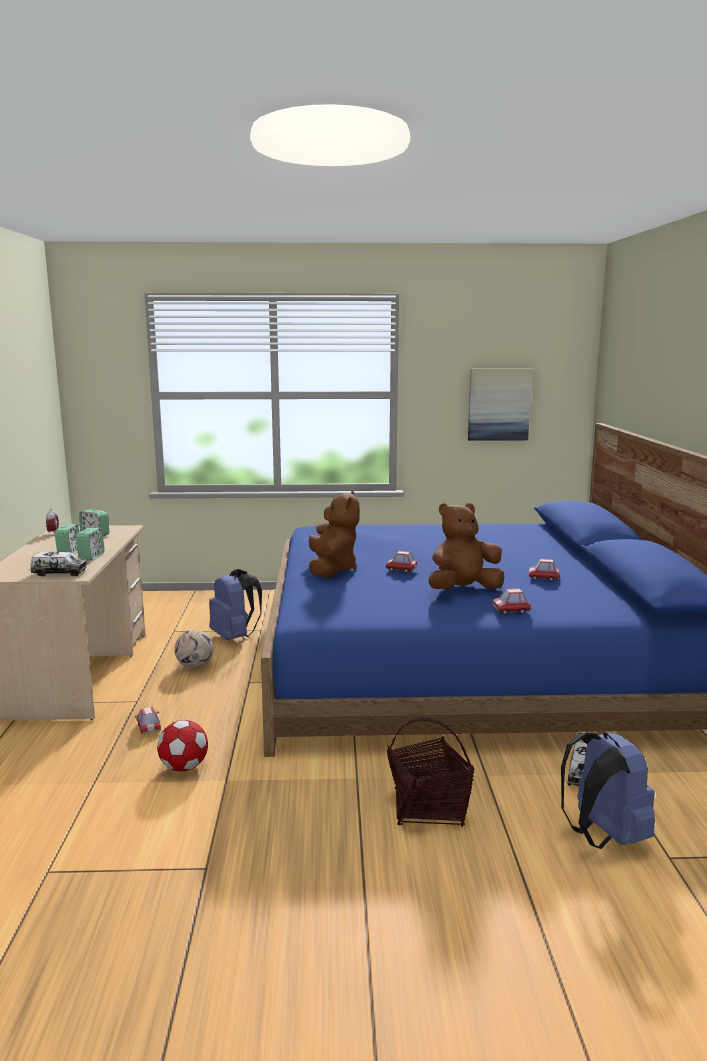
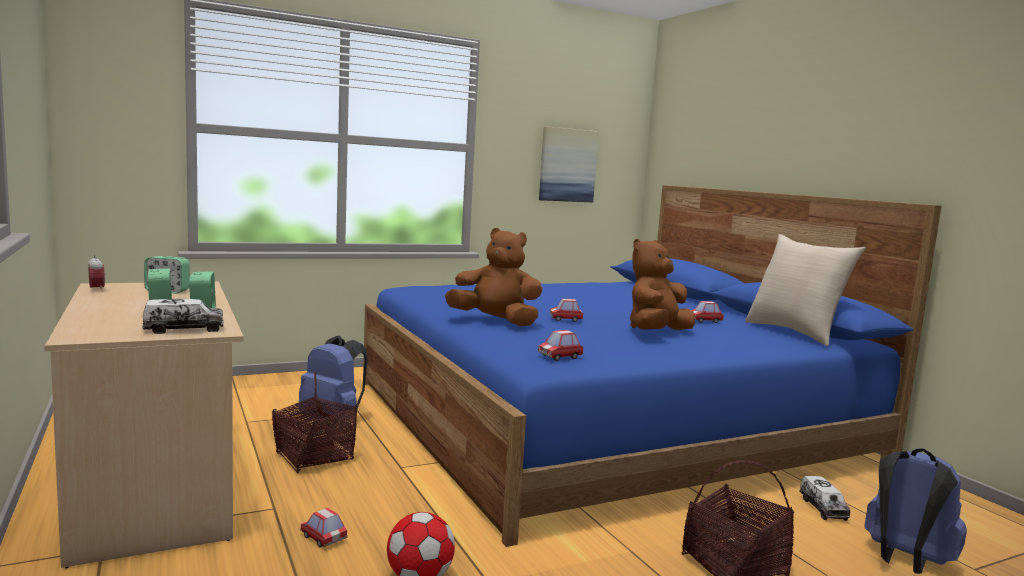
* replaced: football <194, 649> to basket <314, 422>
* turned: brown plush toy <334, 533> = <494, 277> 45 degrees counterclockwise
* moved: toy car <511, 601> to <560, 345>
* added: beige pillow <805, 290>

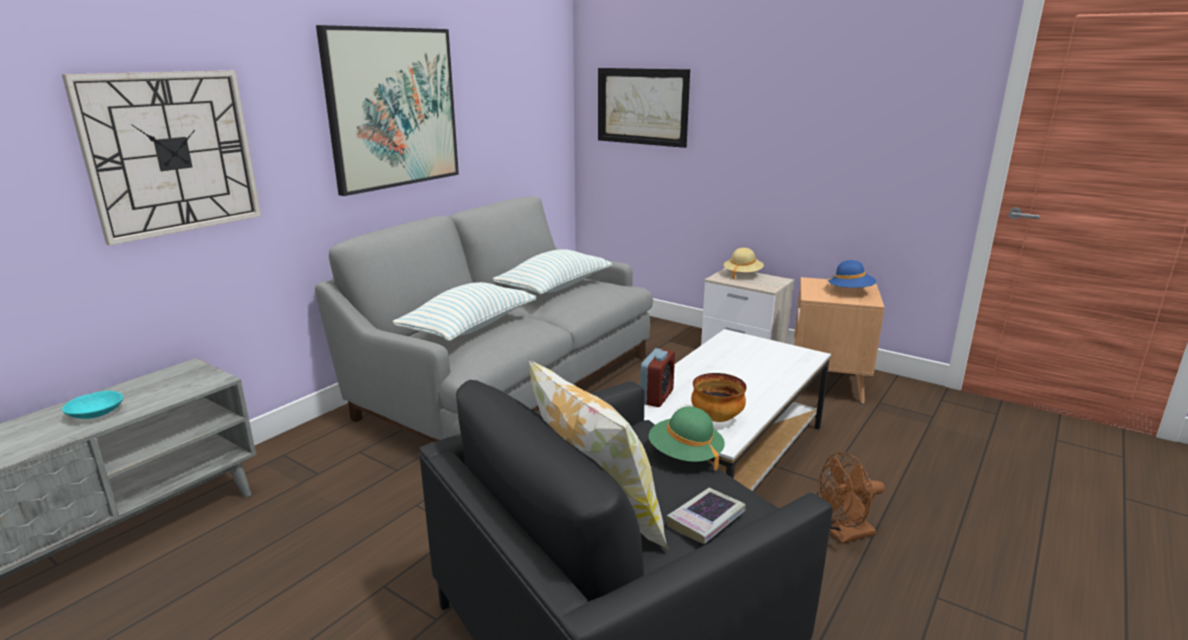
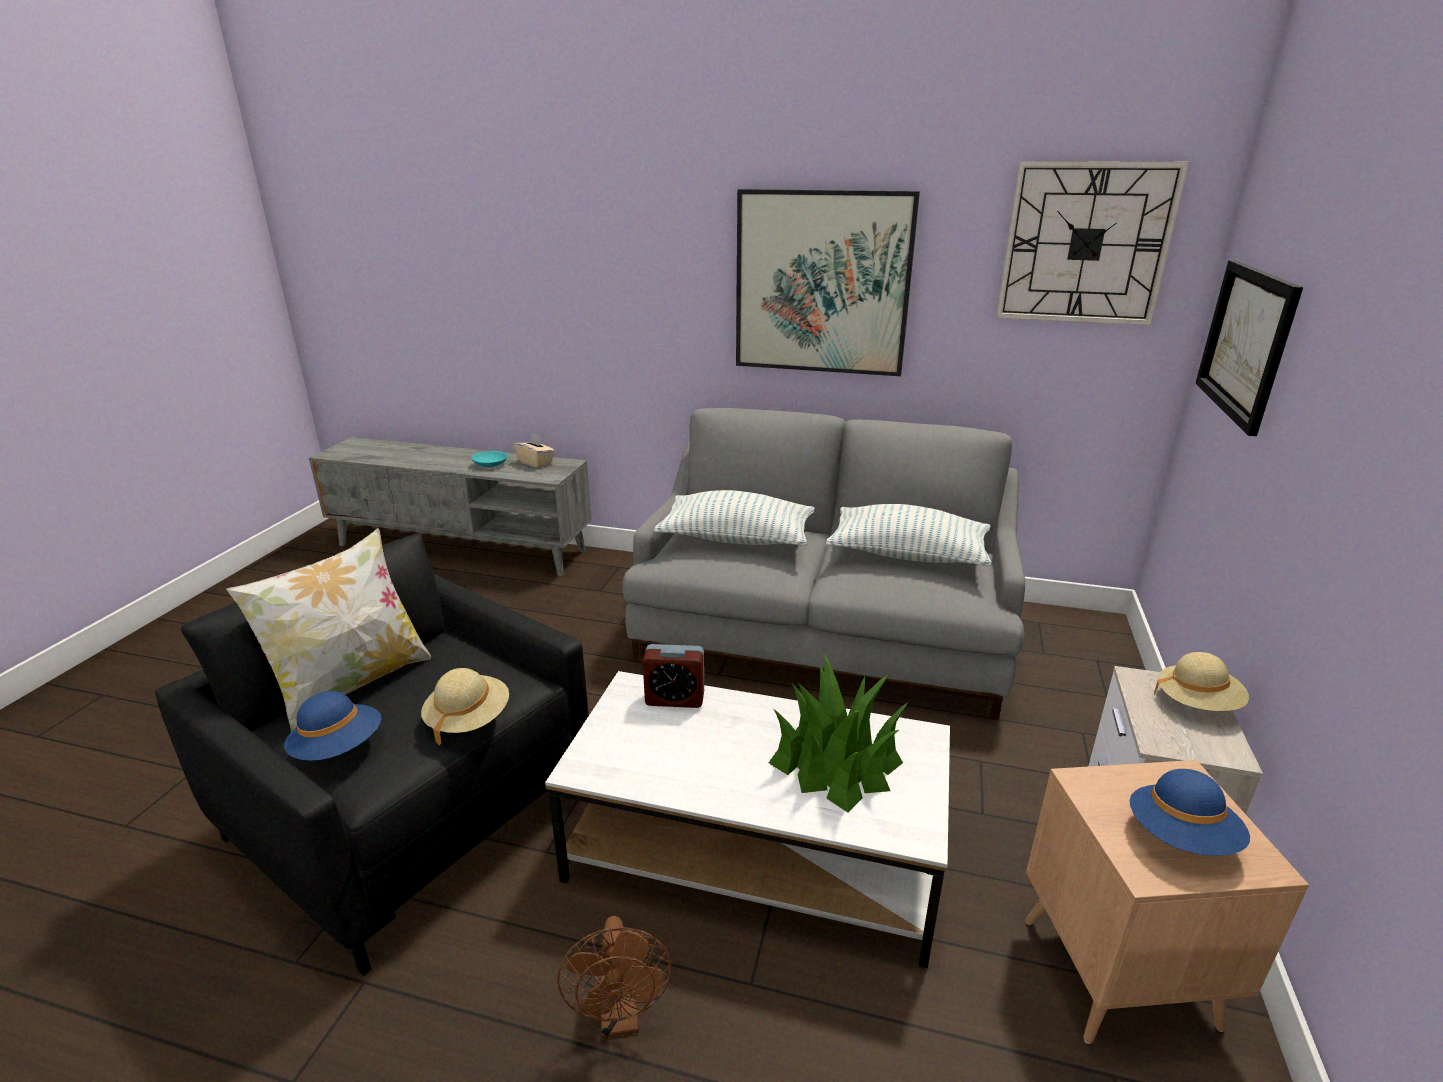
* replaced: book <706, 516> to blue hat <333, 726>
* recoloured: green hat <687, 438> to beige hat <465, 707>
* added: beige tissue box <534, 451>
* turned: brown fan <851, 498> = <614, 976> 150 degrees counterclockwise
* added: potted plant <838, 732>
* moved: wall clock <161, 158> to <1092, 243>
* removed: bowl <719, 397>

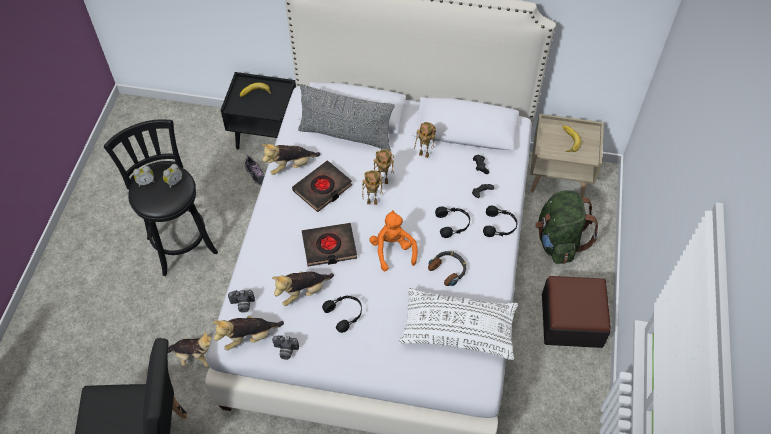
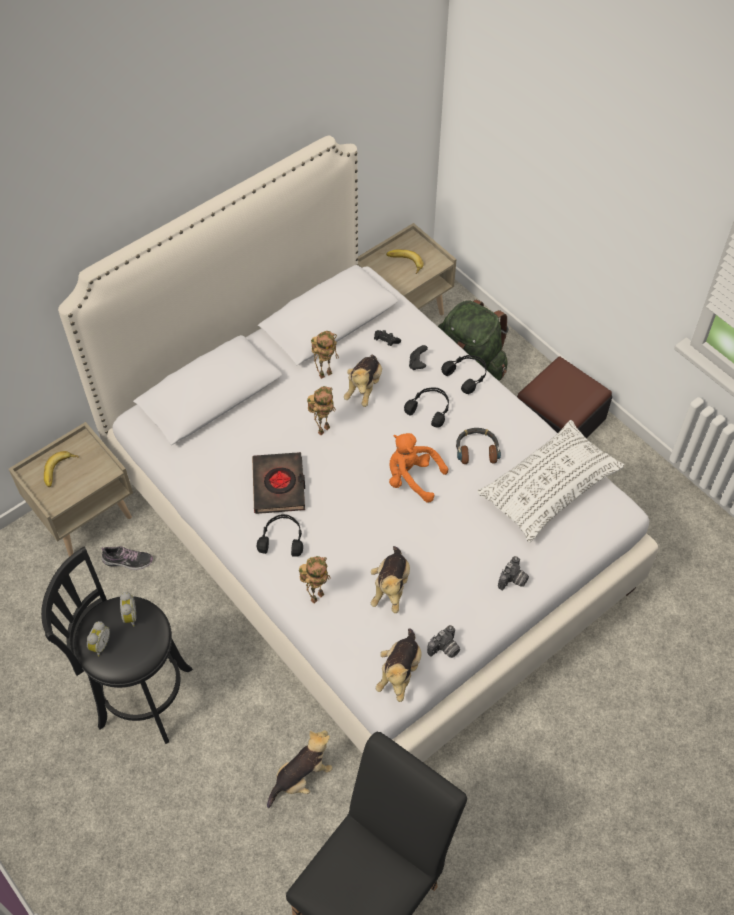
* recoloured: black nightstand <258, 110> to beige nightstand <71, 489>
* moved: black headphones <342, 314> to <280, 535>
* moved: toy robot <372, 187> to <315, 580>
* moved: plush toy <291, 159> to <363, 381>
* moved: photo camera <241, 301> to <513, 573>
* removed: grey pillow <346, 117>
* removed: black book <329, 245>

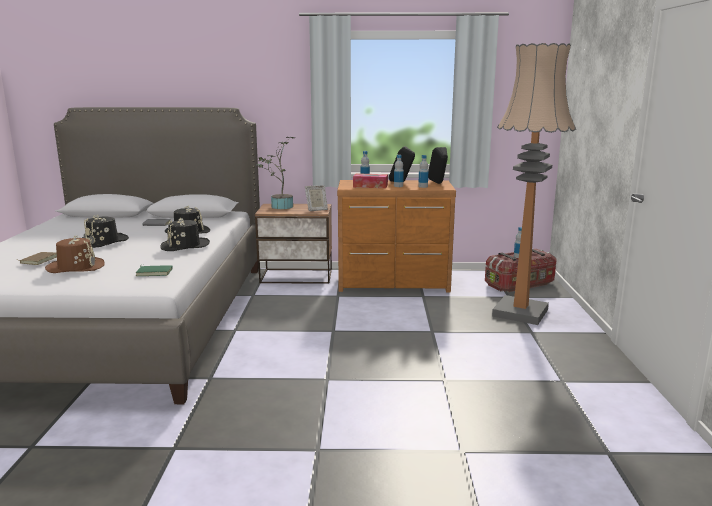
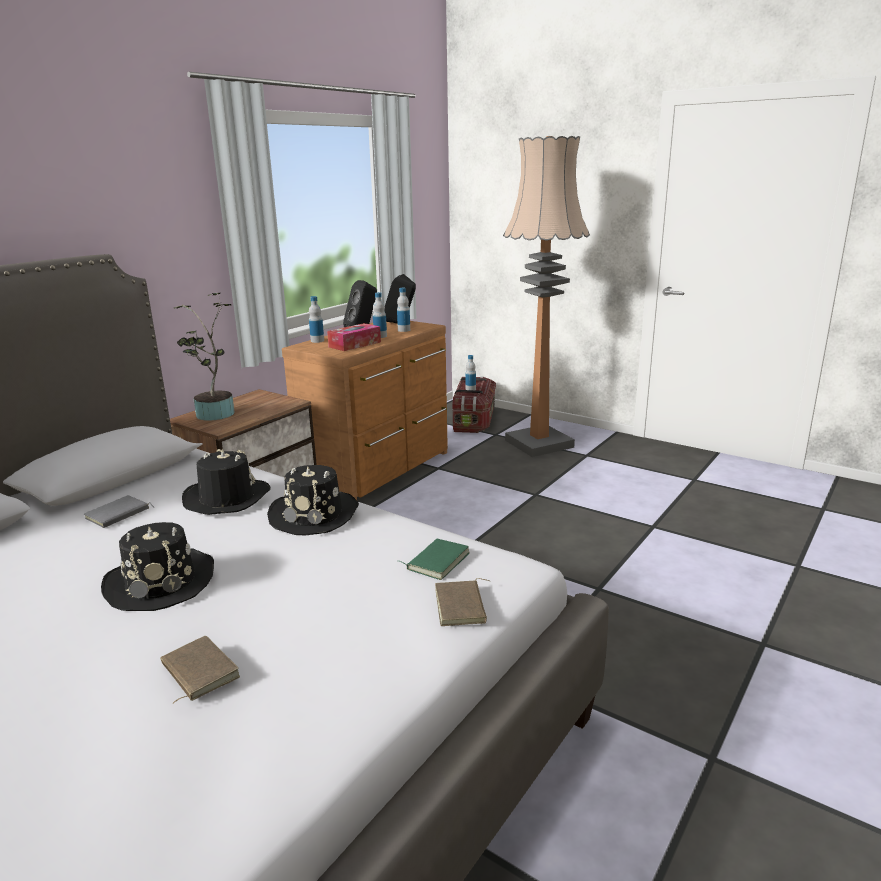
* added: brown book <463, 602>
* removed: brown hat <75, 254>
* removed: picture frame <316, 198>

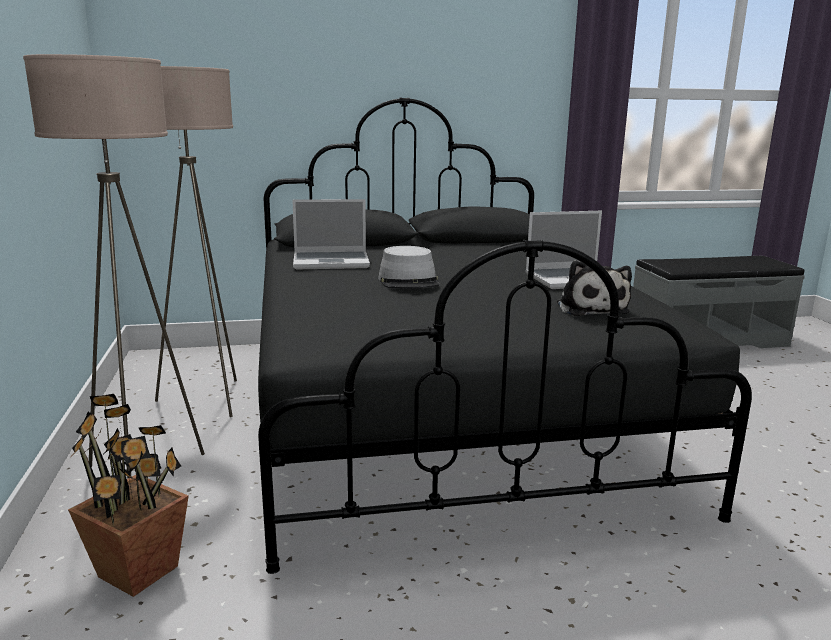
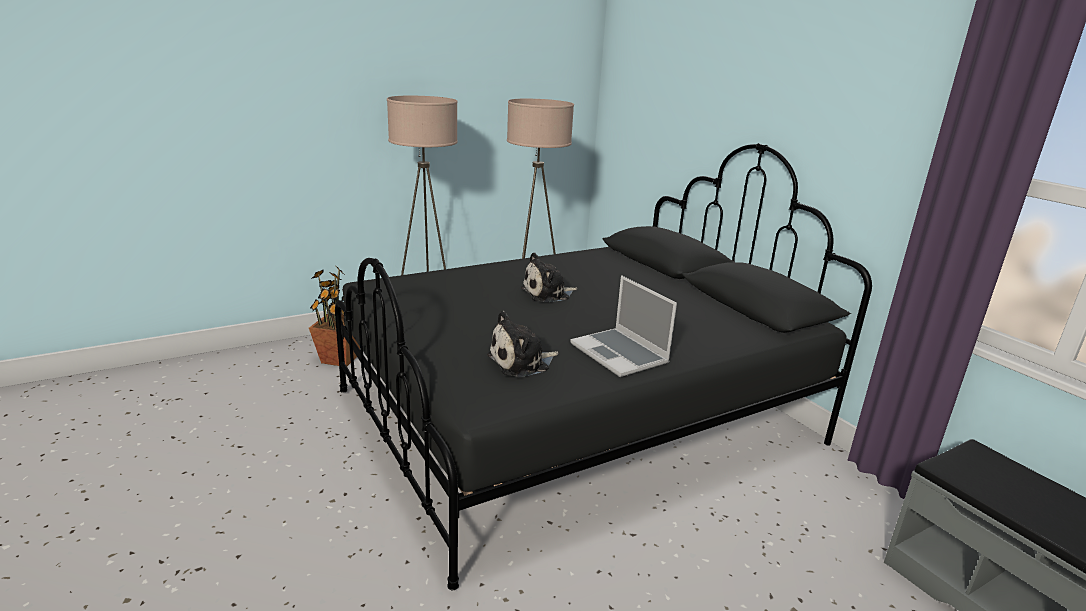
* replaced: grey hat <409, 267> to plush toy <549, 277>
* removed: laptop <331, 234>

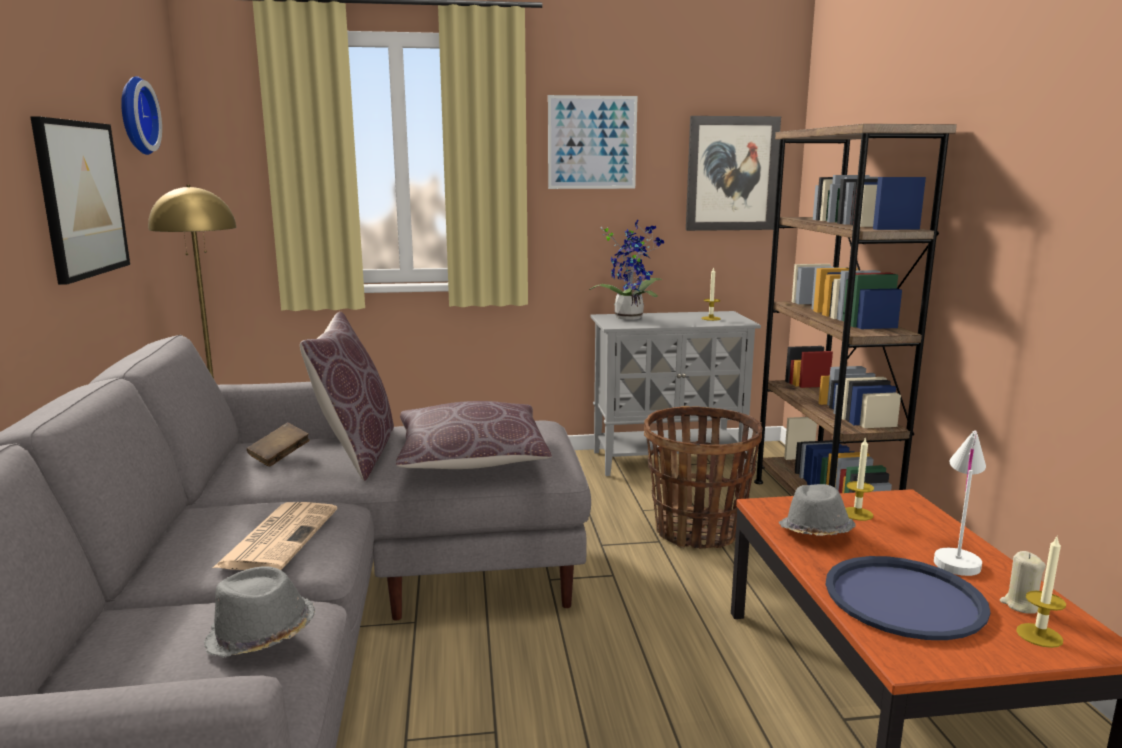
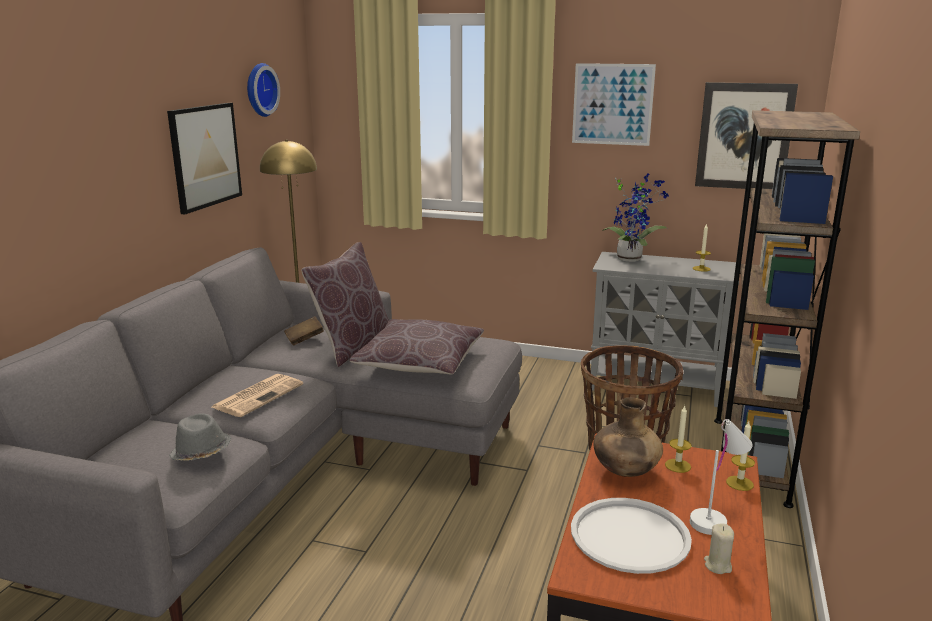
* recoloured: blue tray <908, 598> to white tray <631, 536>
* replaced: grey hat <817, 510> to brown vase <628, 437>
* moved: candle <1041, 592> to <740, 456>

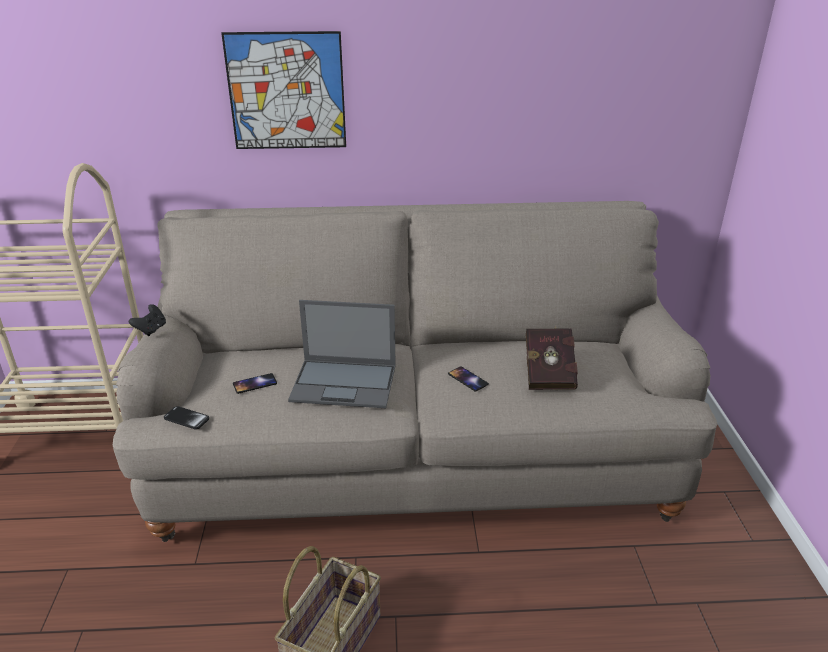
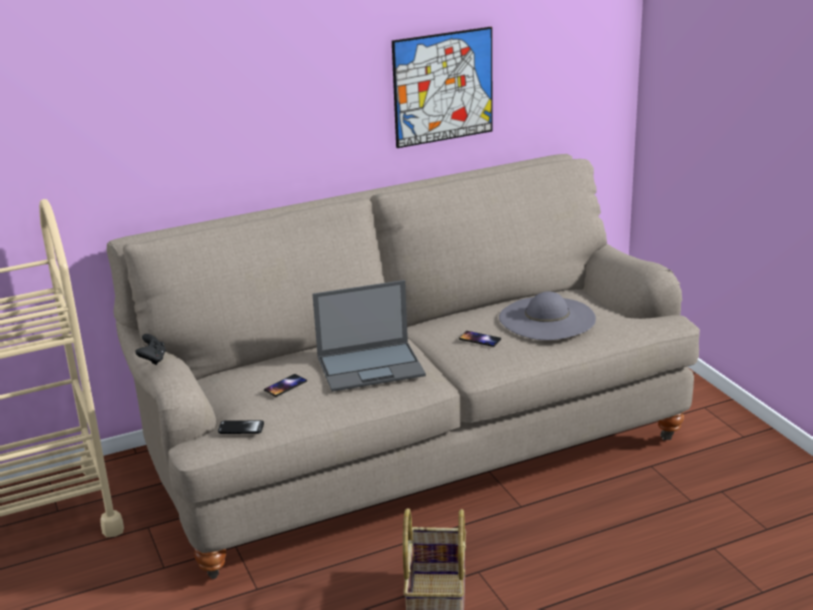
* moved: picture <283, 90> to <442, 87>
* replaced: red book <552, 358> to grey hat <547, 315>

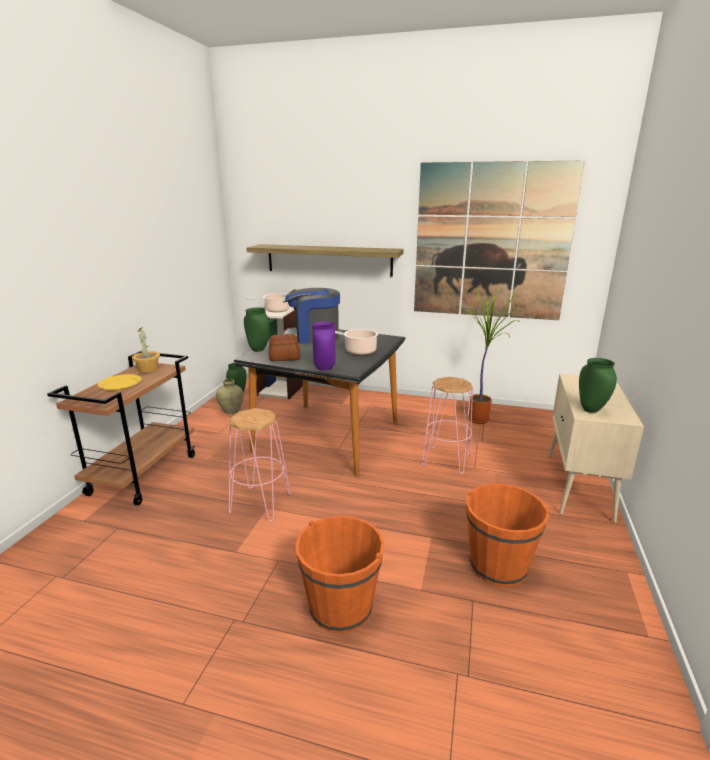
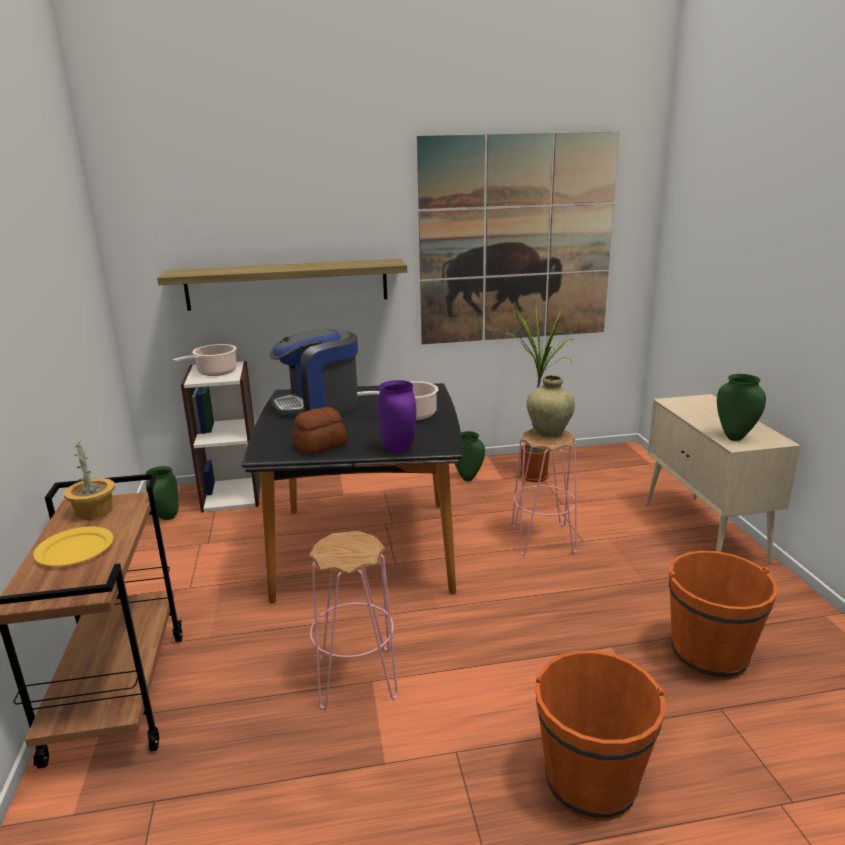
* moved: green vase <257, 330> to <469, 456>
* moved: beige vase <230, 396> to <551, 406>

